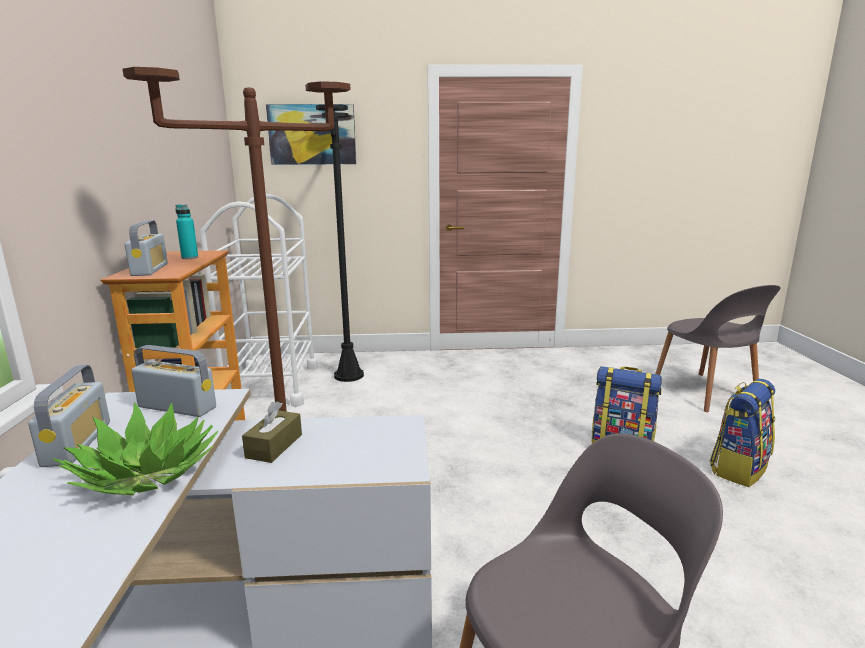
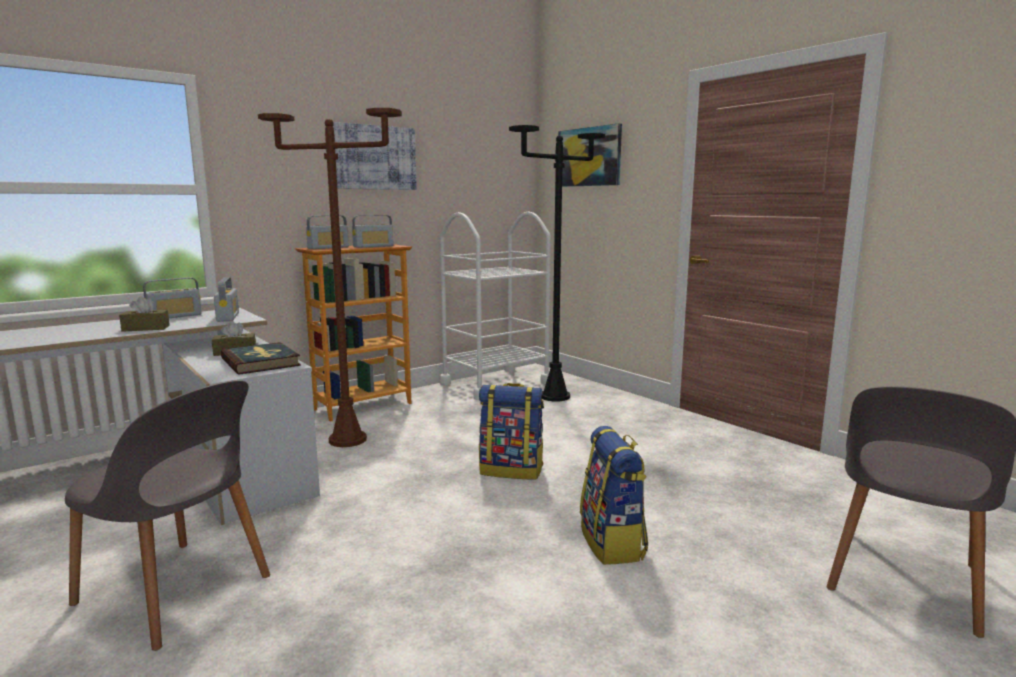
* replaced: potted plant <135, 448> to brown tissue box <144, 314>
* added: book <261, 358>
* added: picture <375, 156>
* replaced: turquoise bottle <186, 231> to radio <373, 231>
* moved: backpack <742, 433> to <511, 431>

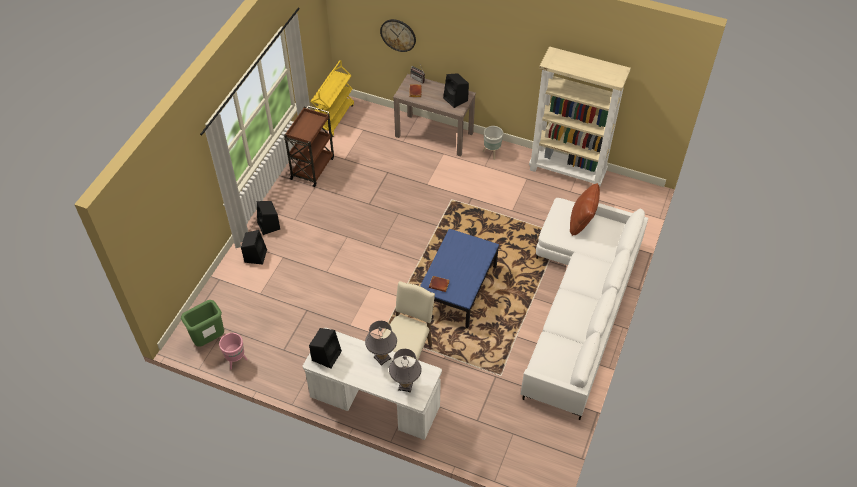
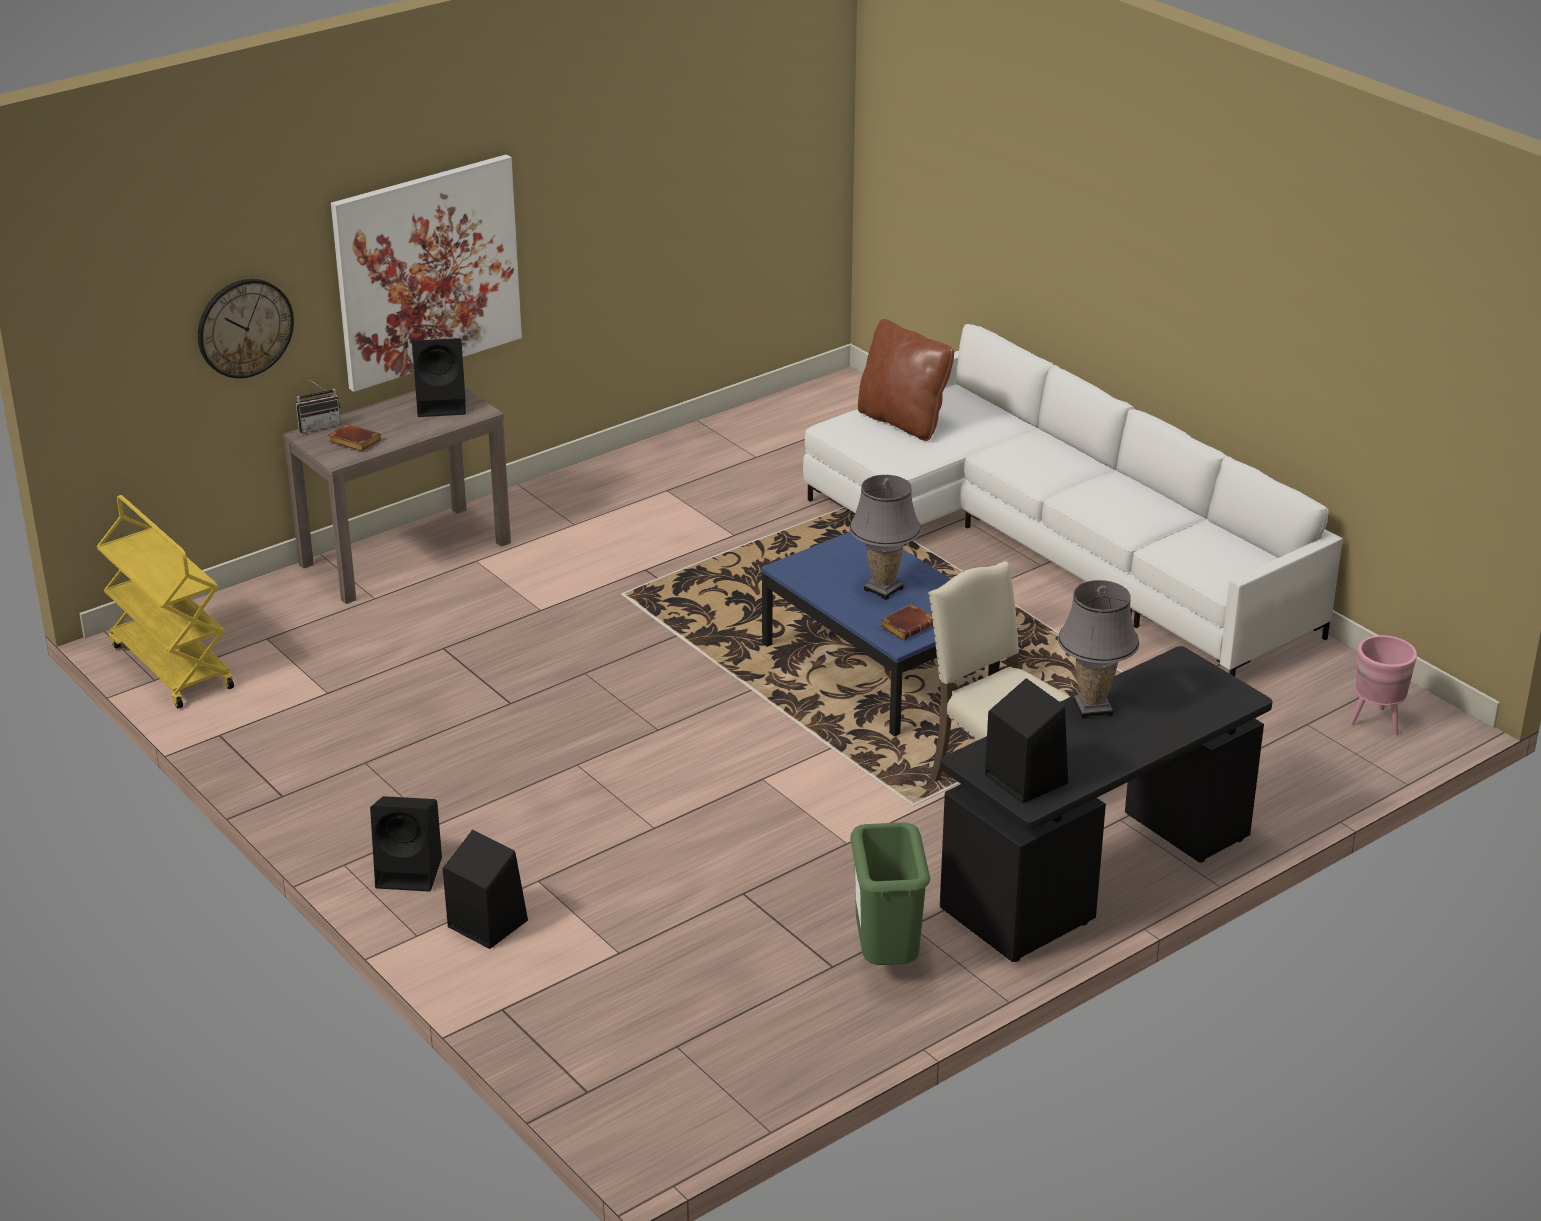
* added: picture <426, 273>
* moved: grey table lamp <405, 371> to <885, 537>
* moved: green trash can <202, 323> to <890, 893>
* recoloured: white desk <372, 384> to black desk <1106, 804>
* moved: pink planter <233, 351> to <1383, 685>
* removed: brown cart <309, 146>
* removed: grey planter <493, 143>
* removed: beige bookcase <580, 117>

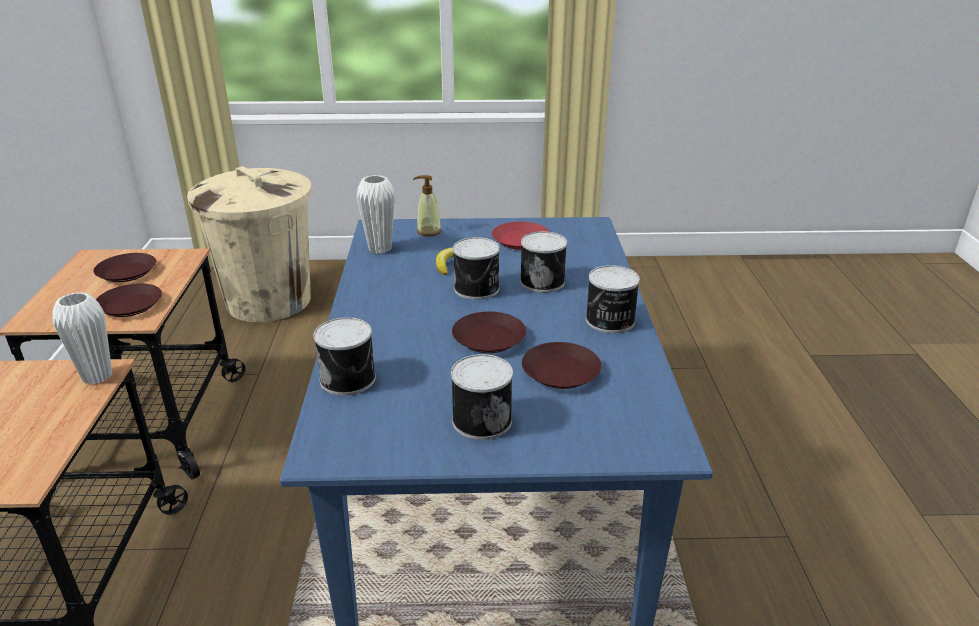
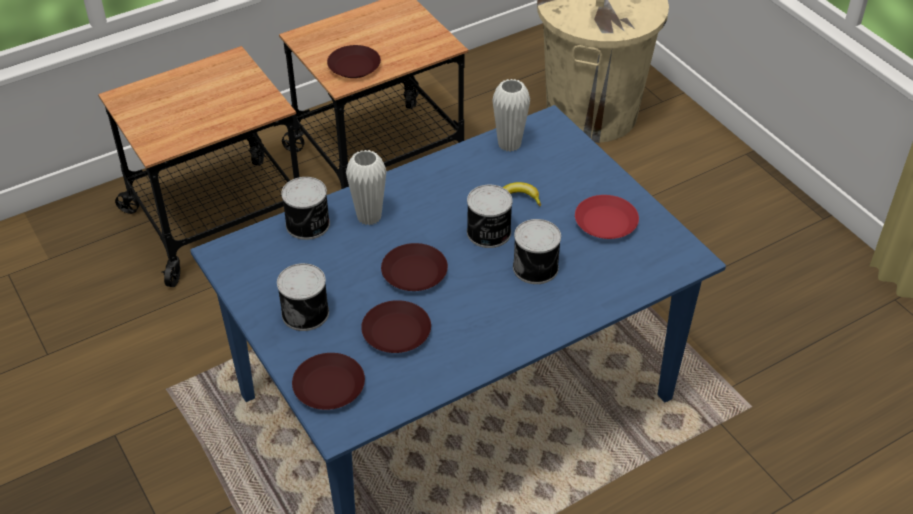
* moved: brown plate <124, 267> to <328, 381>
* moved: white vase <82, 338> to <366, 187>
* removed: soap dispenser <427, 205>
* removed: can <613, 299>

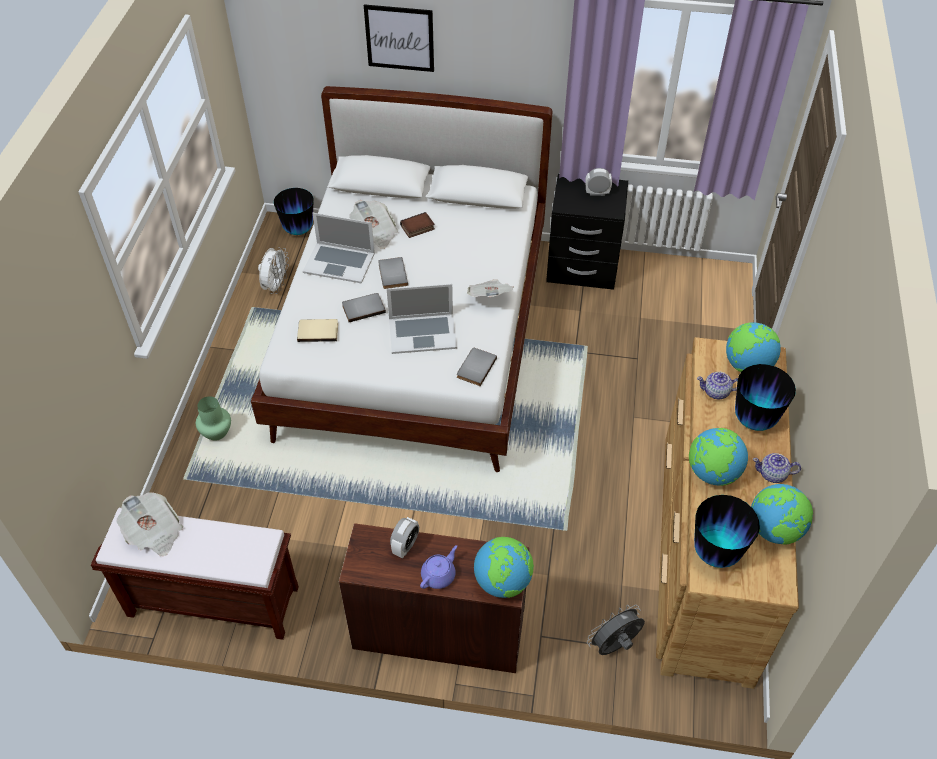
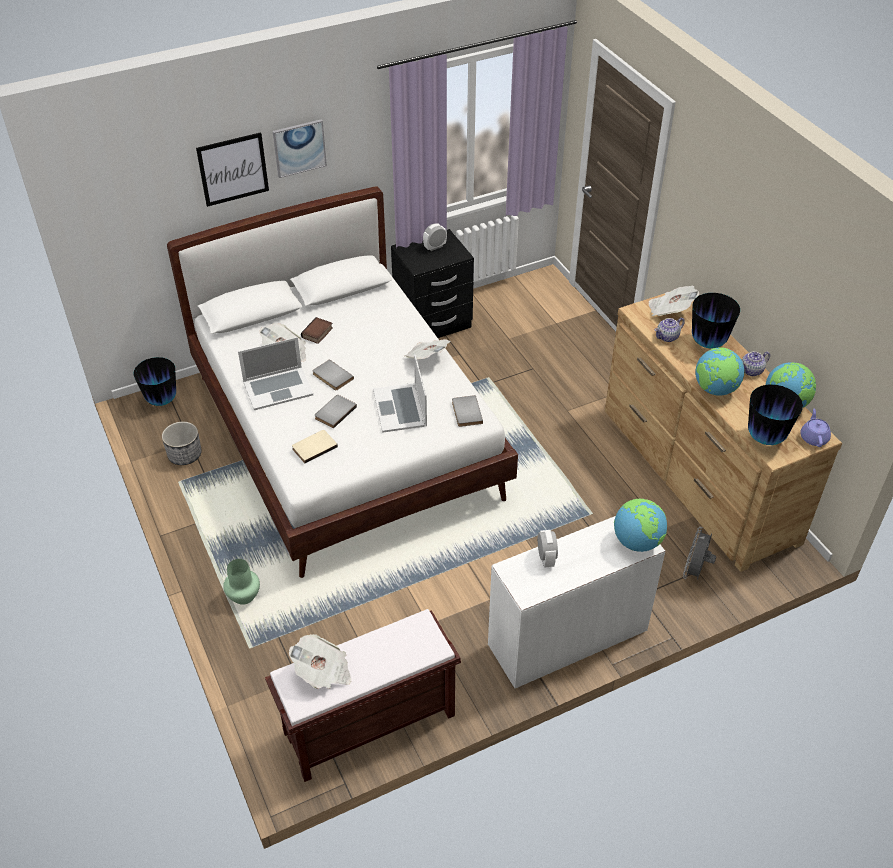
* replaced: white fan <273, 270> to planter <182, 443>
* added: picture <300, 148>
* turned: laptop <422, 319> = <400, 393> 120 degrees clockwise
* recoloured: brown desk <434, 598> to white desk <576, 602>
* replaced: globe <753, 347> to newspaper <673, 301>
* moved: purple teapot <438, 567> to <815, 427>

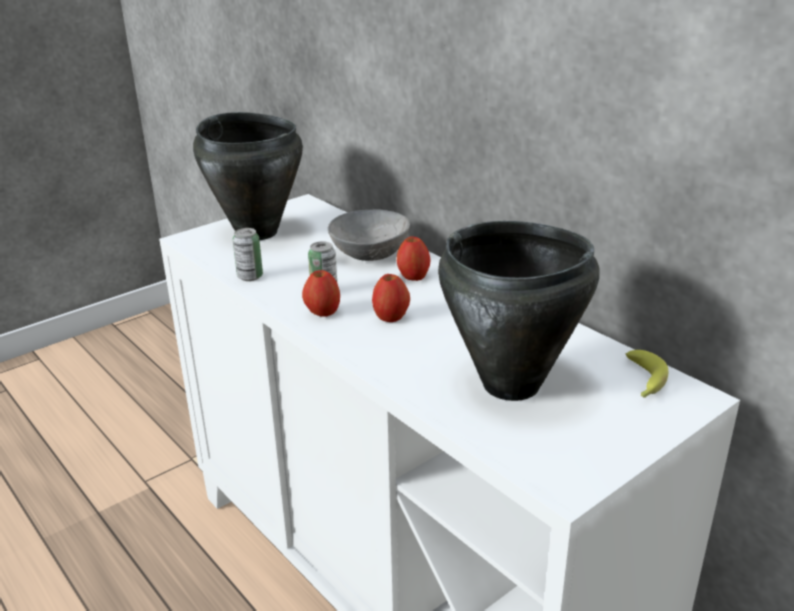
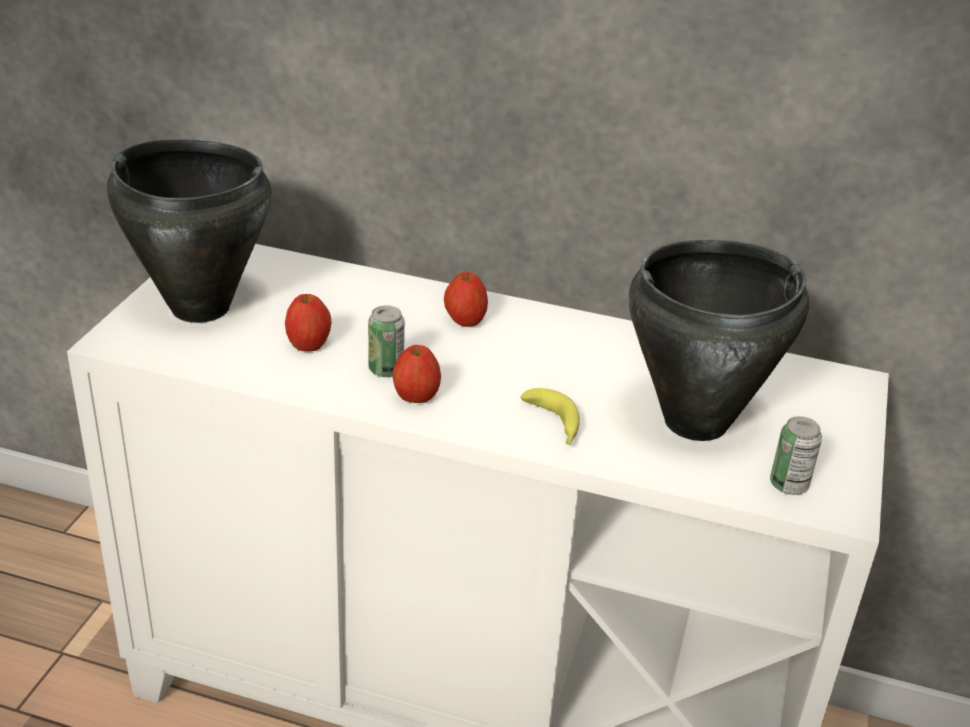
* moved: apple <391, 298> to <308, 323>
* moved: banana <647, 374> to <550, 416>
* moved: can <248, 254> to <796, 455>
* removed: grey bowl <369, 235>

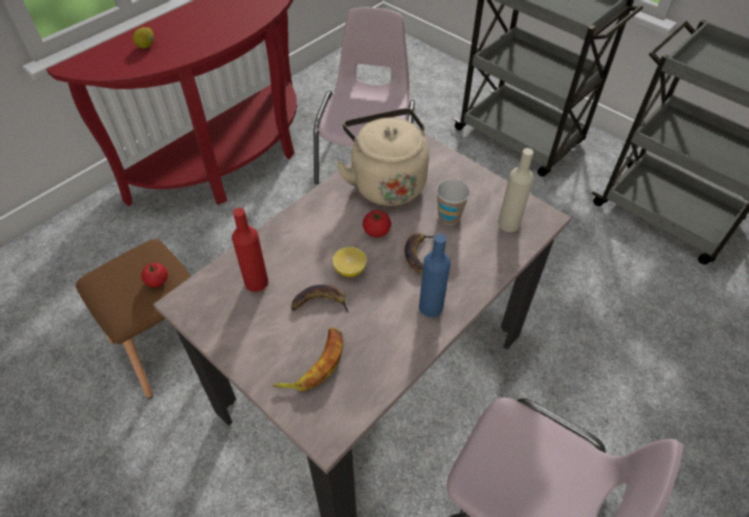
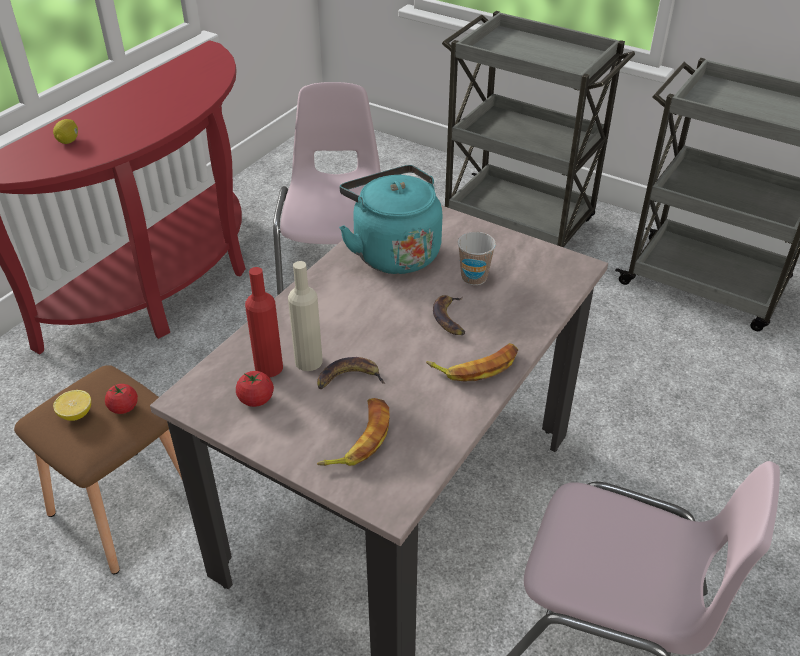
* moved: lemon <349, 262> to <72, 405>
* moved: tomato <377, 223> to <255, 389>
* moved: beige bottle <516, 190> to <305, 316>
* recoloured: beige kettle <382, 157> to turquoise kettle <390, 219>
* replaced: blue bottle <435, 275> to banana <472, 362>

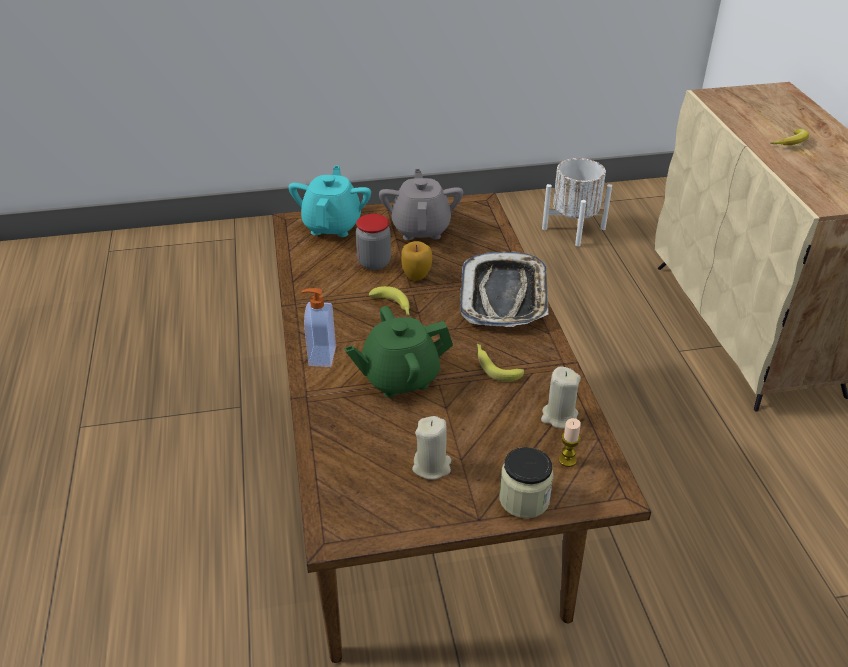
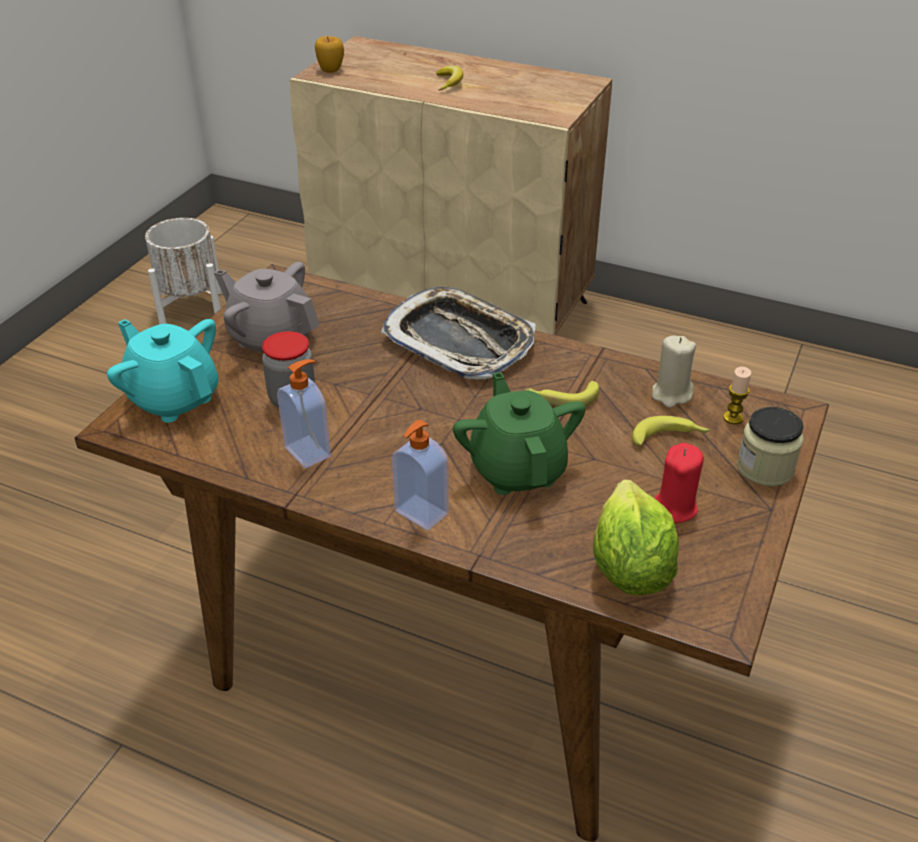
* added: soap dispenser <304, 413>
* moved: apple <416, 261> to <329, 54>
* turned: green teapot <398, 352> = <519, 433> 150 degrees clockwise
* added: lettuce <636, 537>
* moved: banana <389, 300> to <671, 431>
* recoloured: beige candle <431, 448> to red candle <679, 483>

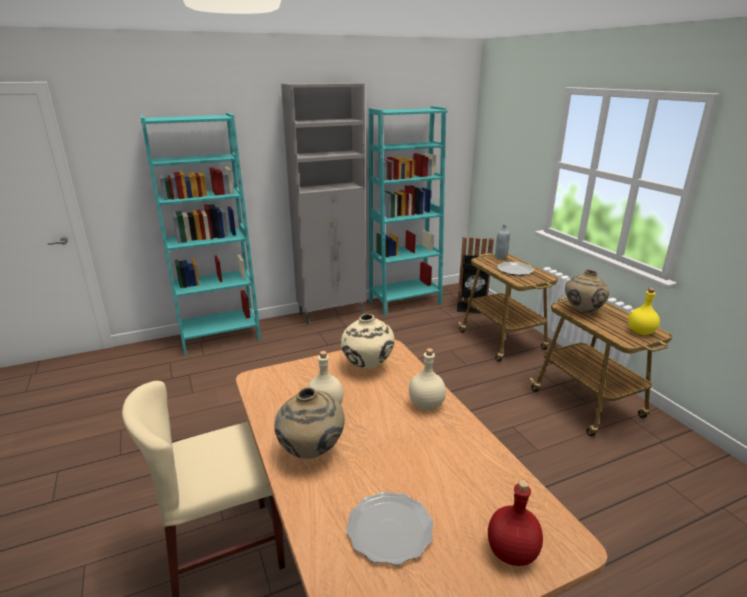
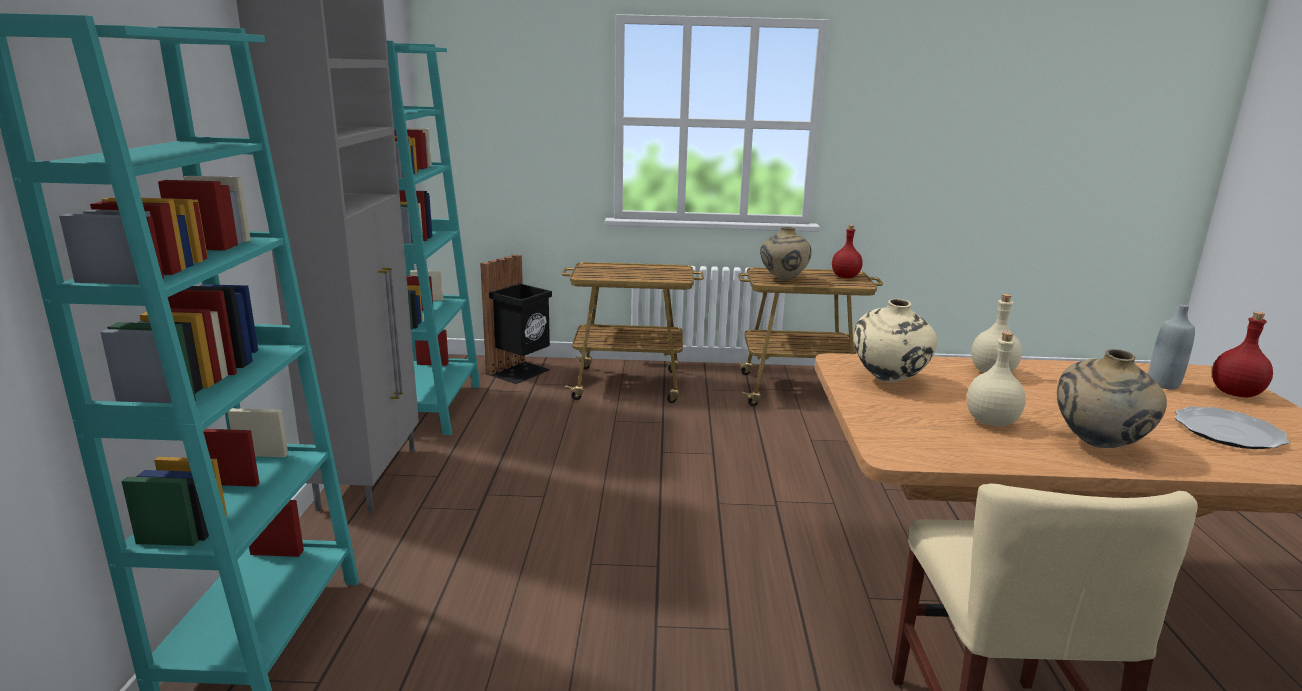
* recoloured: yellow bottle <644, 311> to red bottle <847, 251>
* moved: grey bottle <502, 241> to <1171, 347>
* removed: plate <515, 269>

